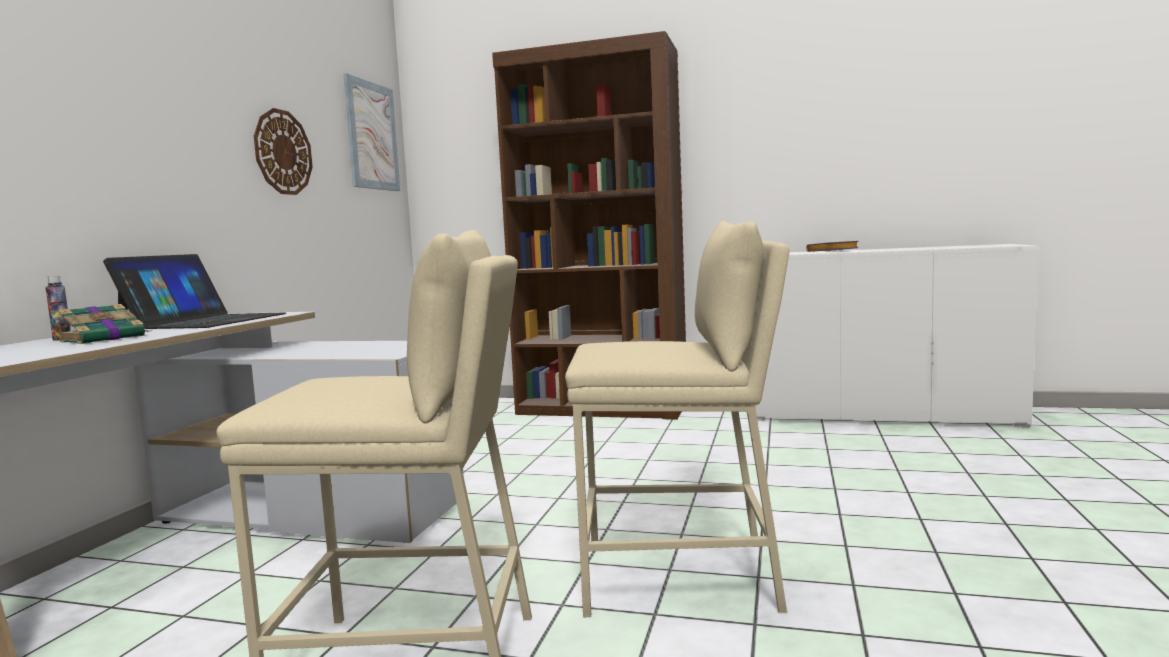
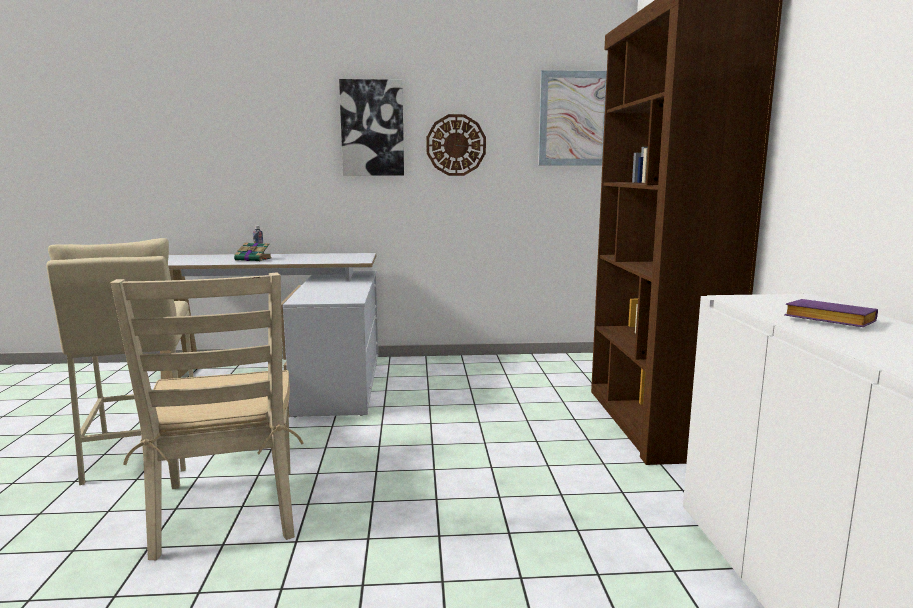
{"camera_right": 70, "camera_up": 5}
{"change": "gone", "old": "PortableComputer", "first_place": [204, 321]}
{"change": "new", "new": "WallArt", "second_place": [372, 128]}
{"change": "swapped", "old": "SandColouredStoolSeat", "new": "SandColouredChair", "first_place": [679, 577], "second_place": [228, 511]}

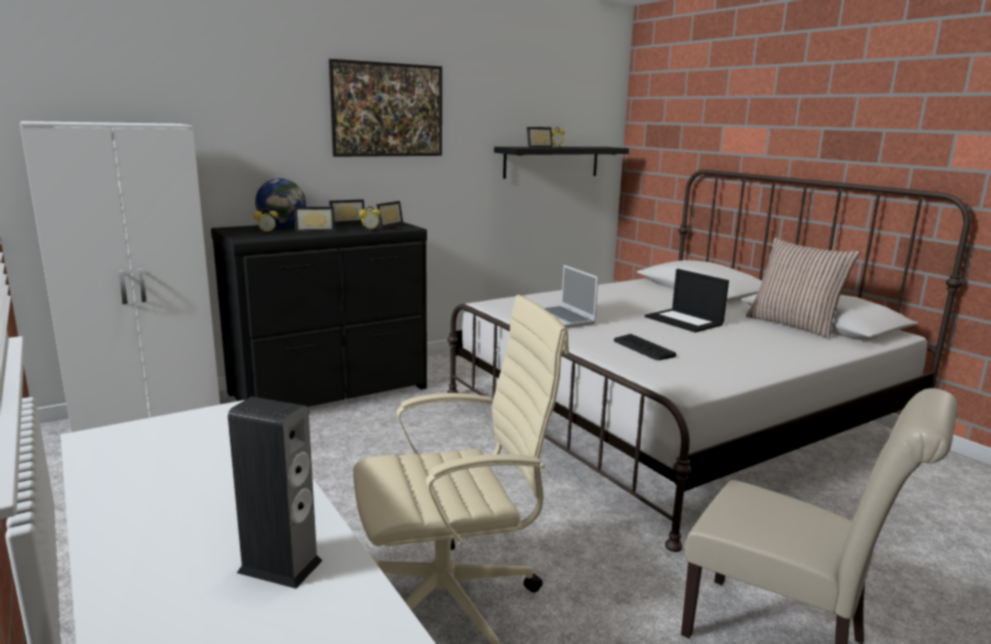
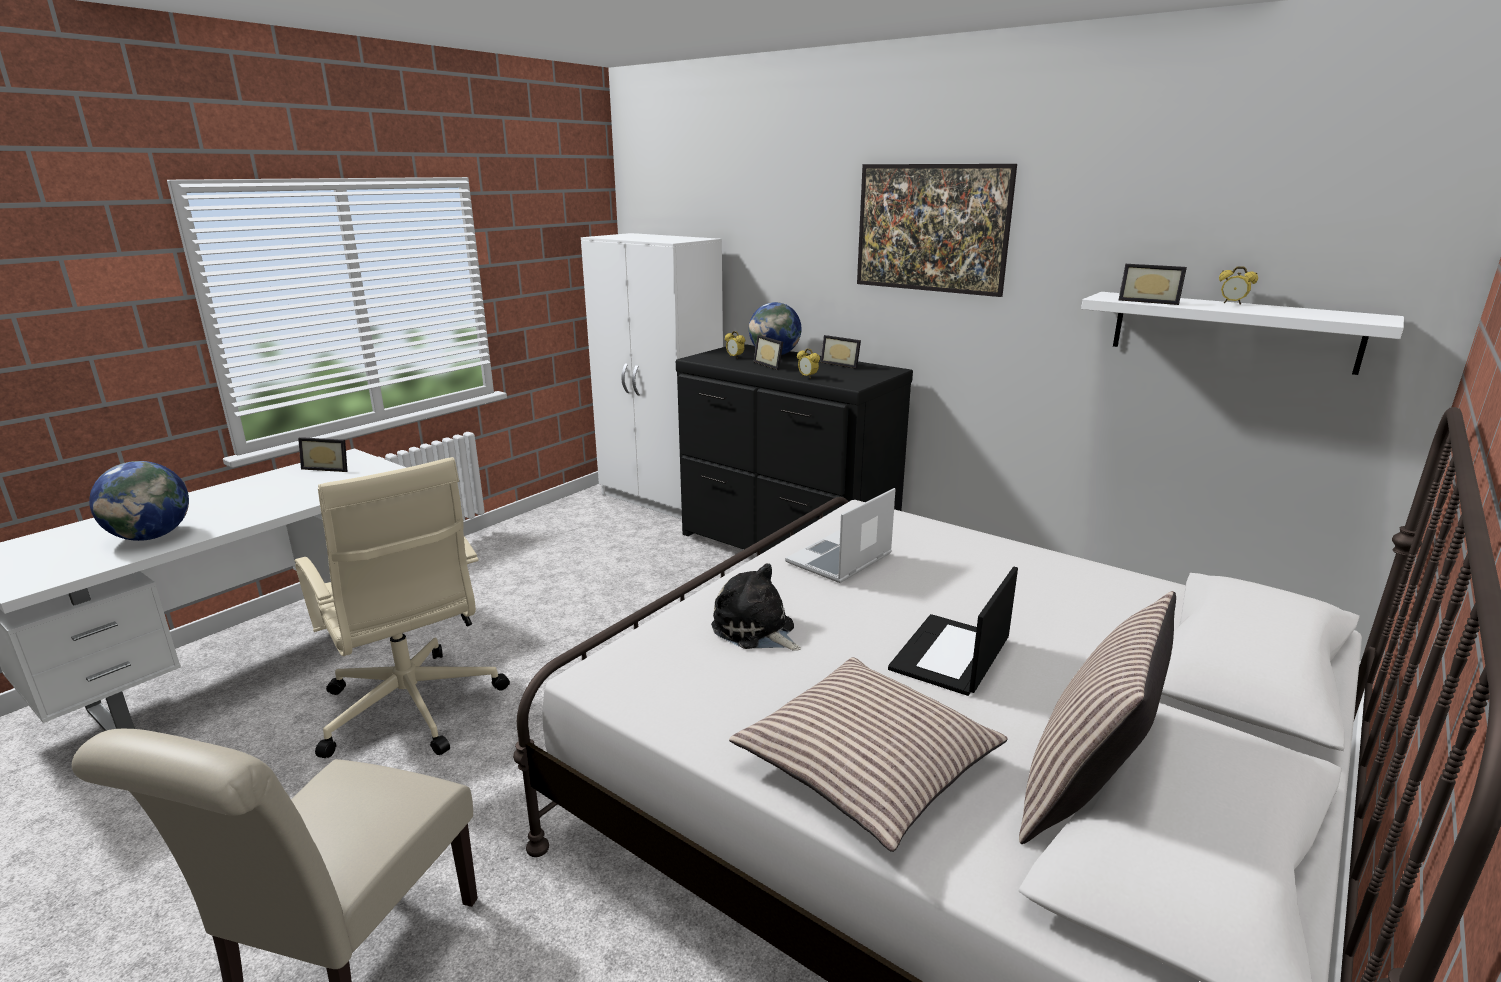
{"camera_right": 70, "camera_up": 5}
{"change": "new", "new": "Cushion", "second_place": [867, 765]}
{"change": "shifted", "old": "StandingFrame", "first_place": [387, 225], "second_place": [329, 468]}
{"change": "swapped", "old": "Loudspeaker", "new": "DeskGlobe", "first_place": [280, 566], "second_place": [151, 536]}
{"change": "swapped", "old": "PcKeyboard", "new": "CuddlyToy", "first_place": [643, 348], "second_place": [756, 630]}
{"change": "repainted", "old": "BlackShelf", "new": "WhitishShelf", "first_place": [551, 162], "second_place": [1232, 331]}

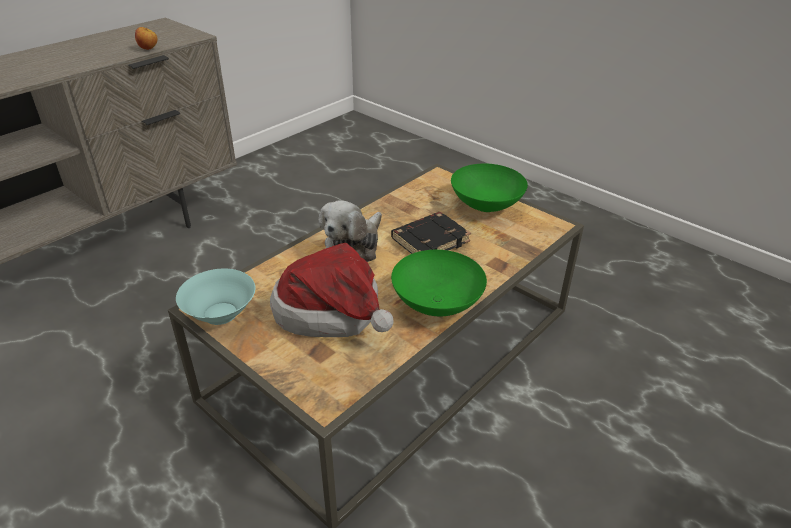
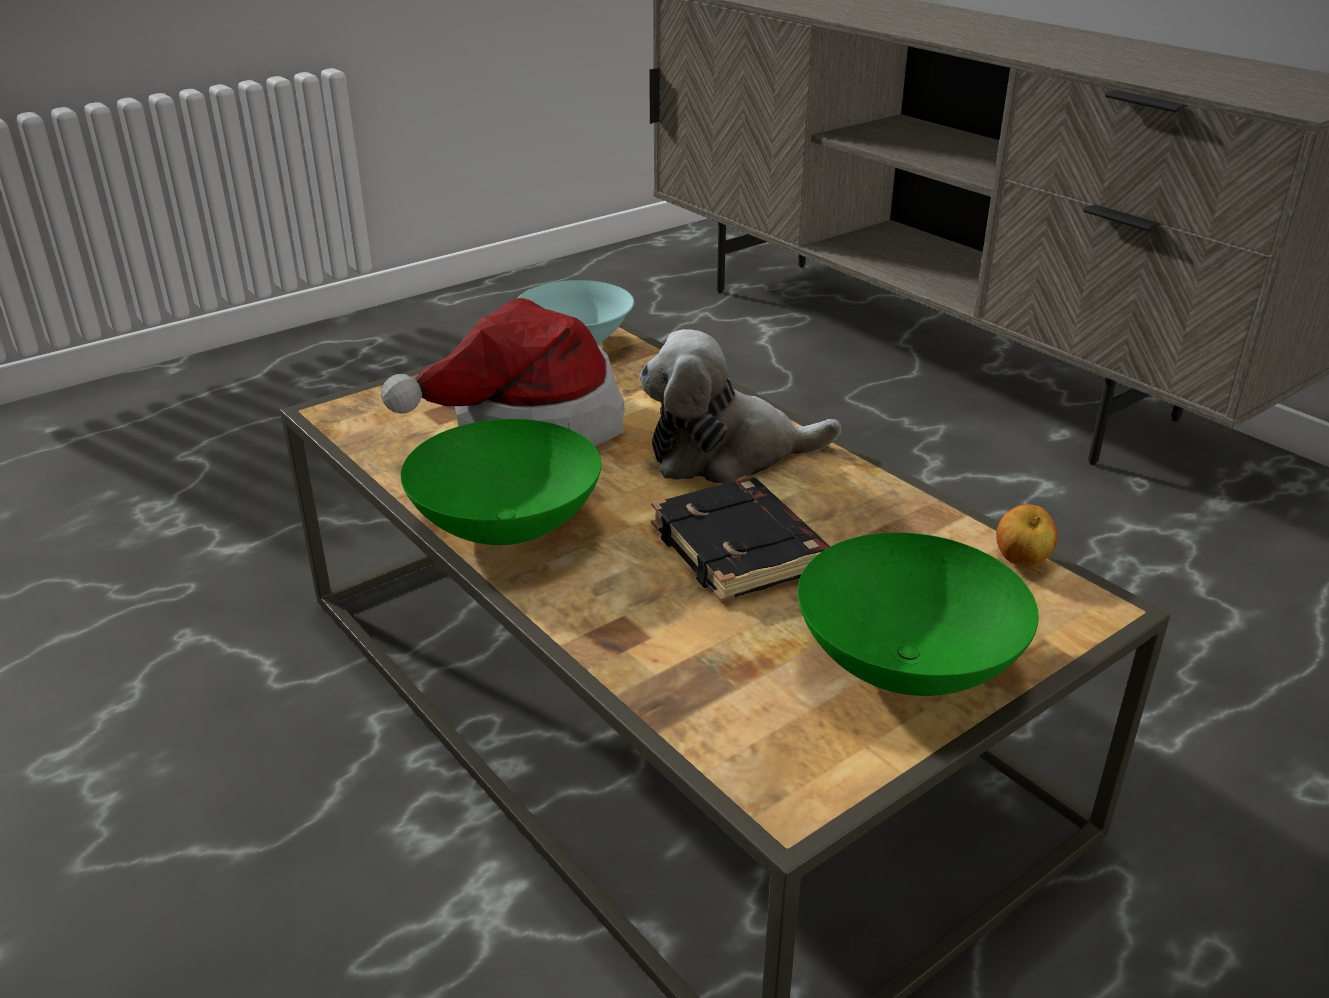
{"camera_right": 100, "camera_up": -5}
{"change": "shifted", "old": "WholeApple", "first_place": [148, 49], "second_place": [1021, 563]}
{"change": "rotated", "old": "CuddlyToy", "first_place": [353, 248], "second_place": [727, 454], "degrees": -45}

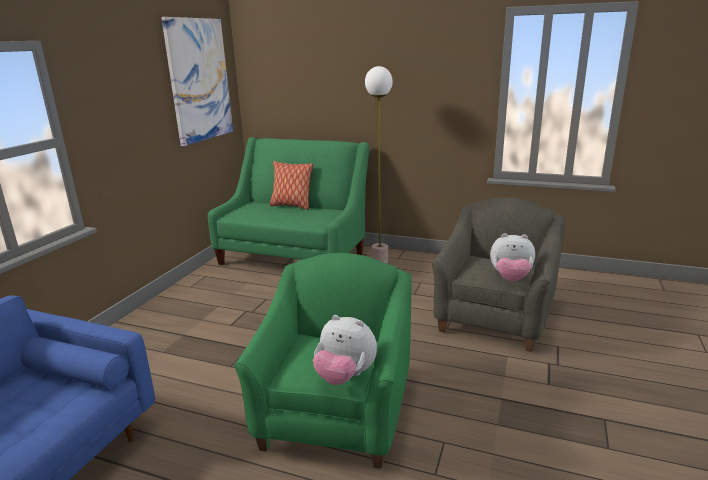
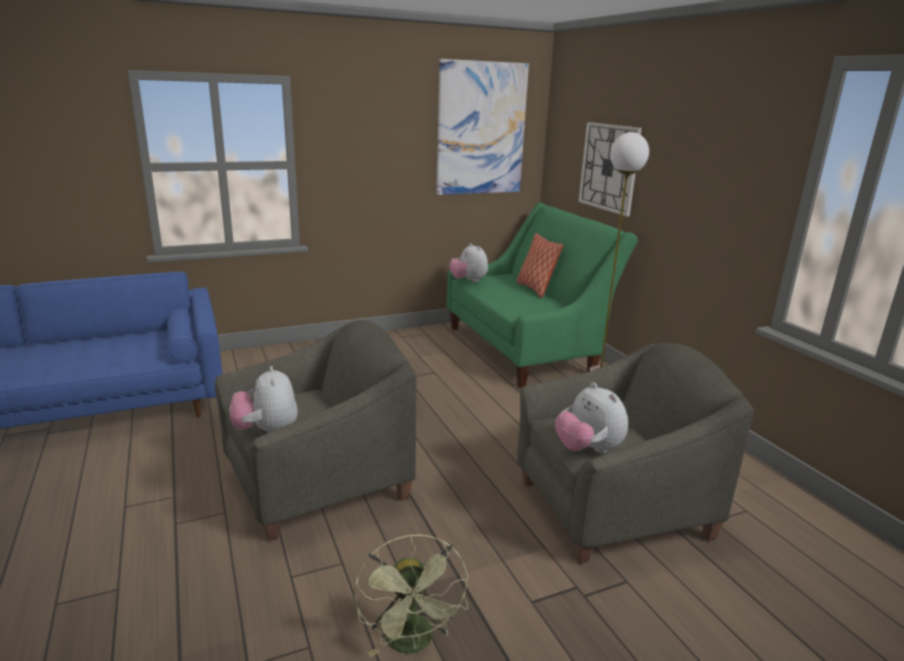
{"camera_right": 45, "camera_up": 0}
{"change": "new", "new": "GreenColouredFan", "second_place": [413, 643]}
{"change": "new", "new": "CuddlyToy", "second_place": [468, 281]}
{"change": "new", "new": "ClockOnTheWall", "second_place": [609, 167]}
{"change": "repainted", "old": "GreenColouredEasyChair", "new": "GrayEasyChair", "first_place": [336, 413], "second_place": [318, 484]}

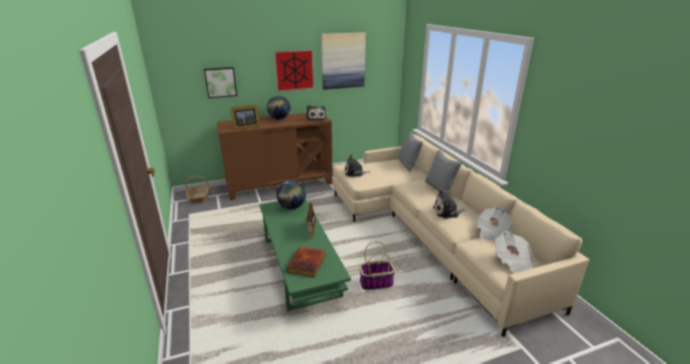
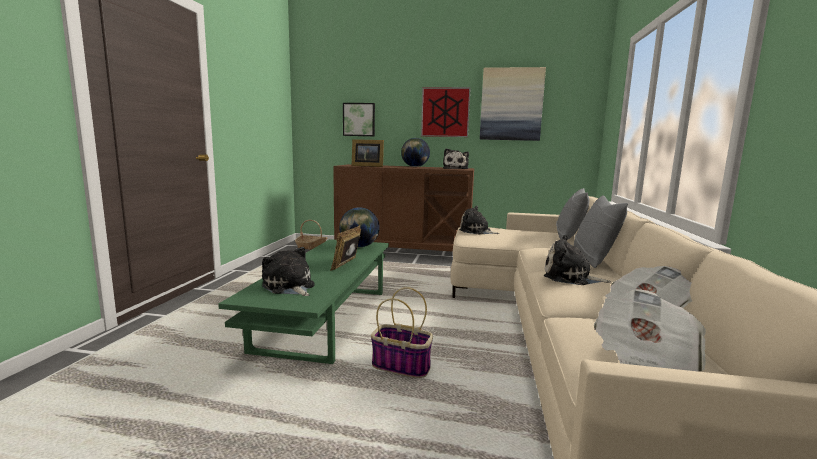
{"camera_right": 30, "camera_up": -15}
{"change": "swapped", "old": "Book", "new": "CuddlyToy", "first_place": [307, 263], "second_place": [289, 287]}

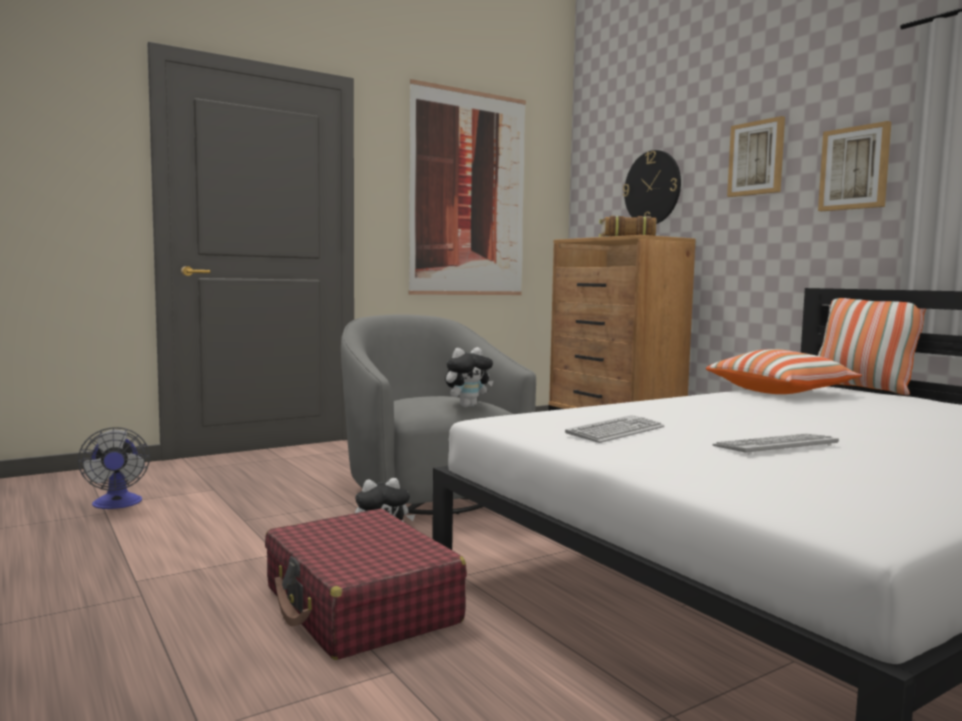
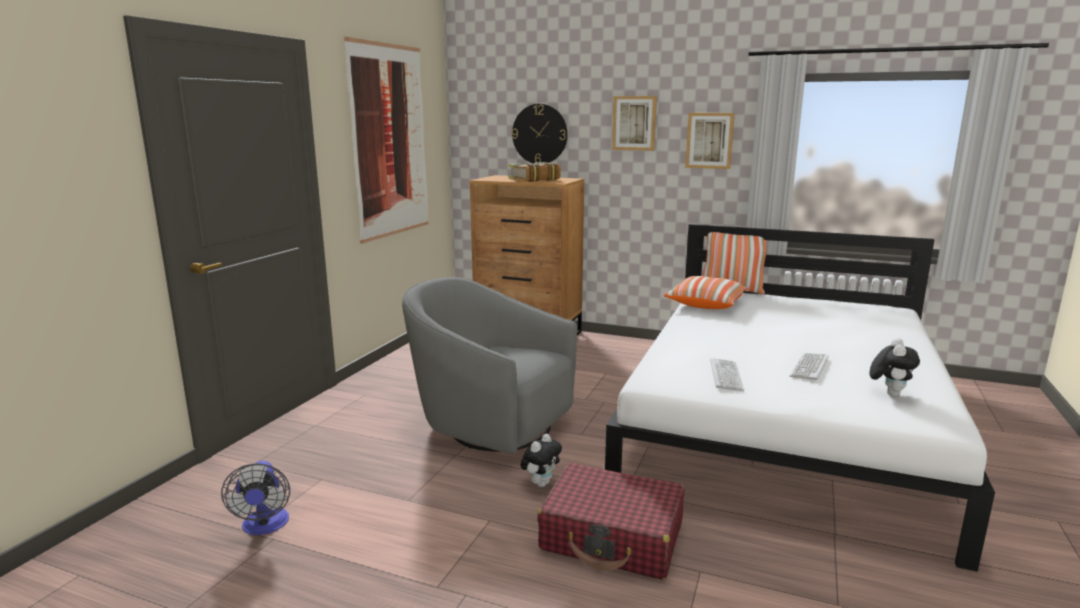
{"camera_right": -35, "camera_up": 10}
{"change": "shifted", "old": "CuddlyToy", "first_place": [467, 406], "second_place": [889, 393]}
{"change": "rotated", "old": "Fan", "first_place": [117, 504], "second_place": [265, 526], "degrees": 45}

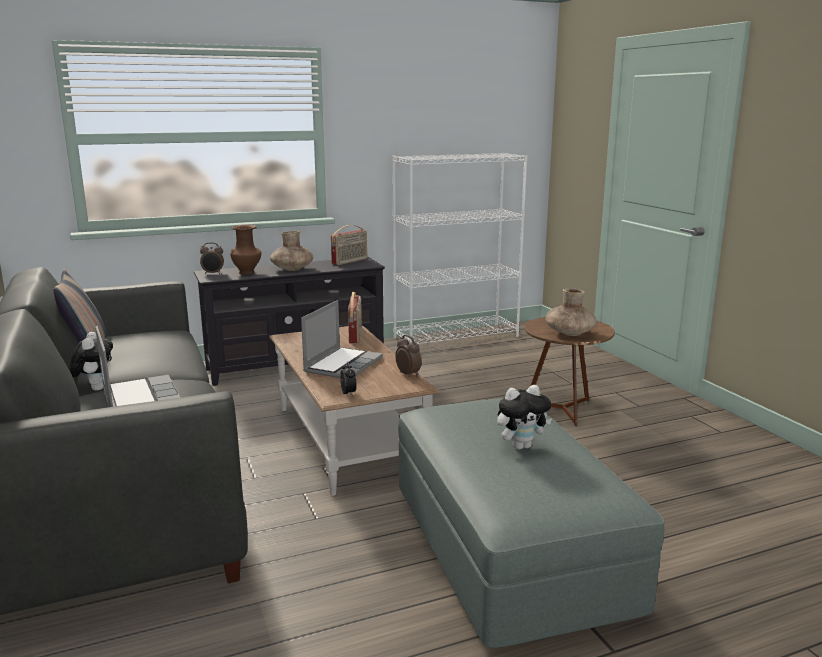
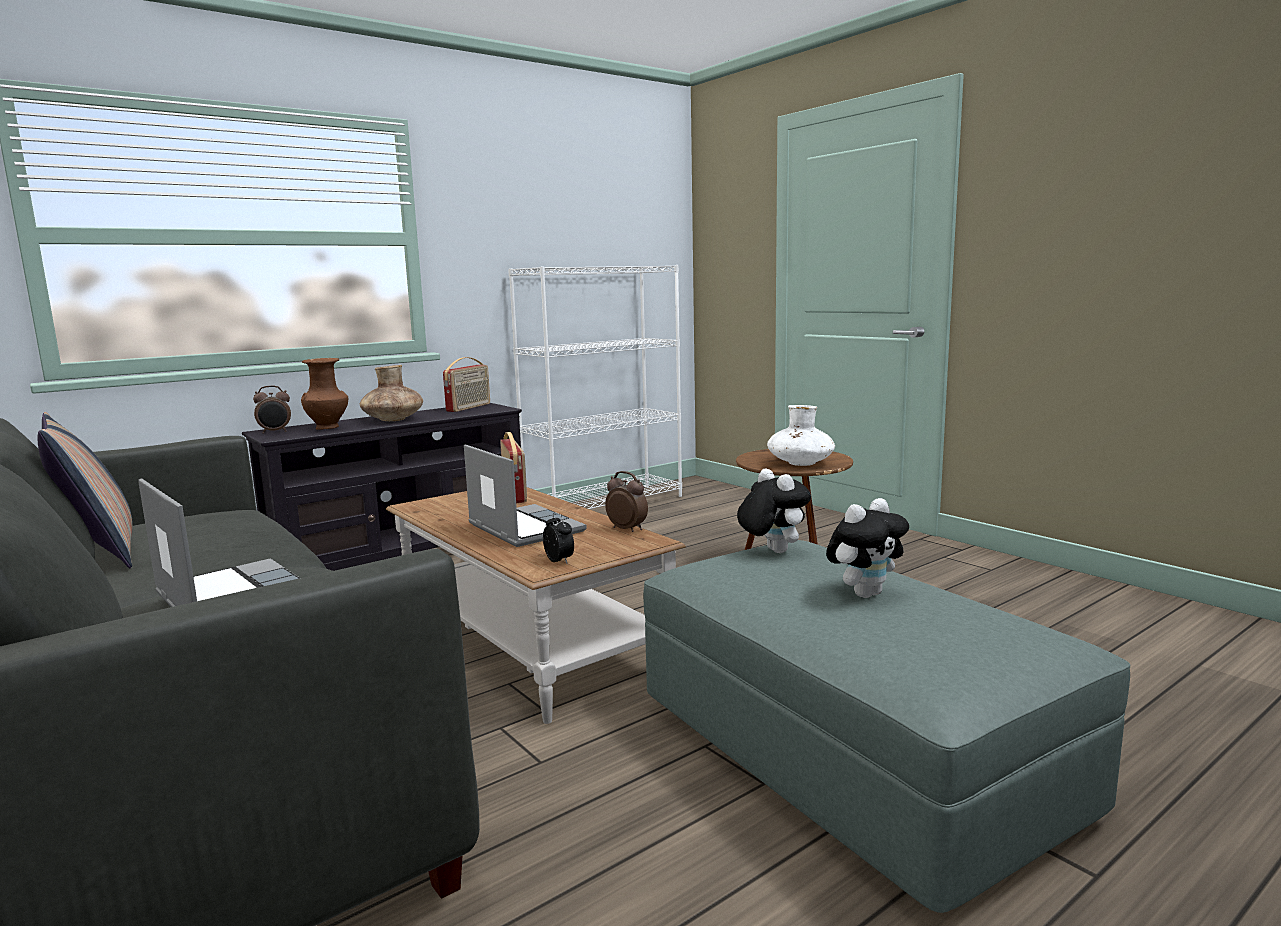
{"camera_right": -15, "camera_up": -5}
{"change": "shifted", "old": "CuddlyToy", "first_place": [96, 388], "second_place": [772, 551]}
{"change": "repainted", "old": "BrownFlowerVase", "new": "WhitishFlowerVase", "first_place": [569, 333], "second_place": [800, 463]}
{"change": "rotated", "old": "PortableComputer", "first_place": [343, 364], "second_place": [523, 528], "degrees": -45}

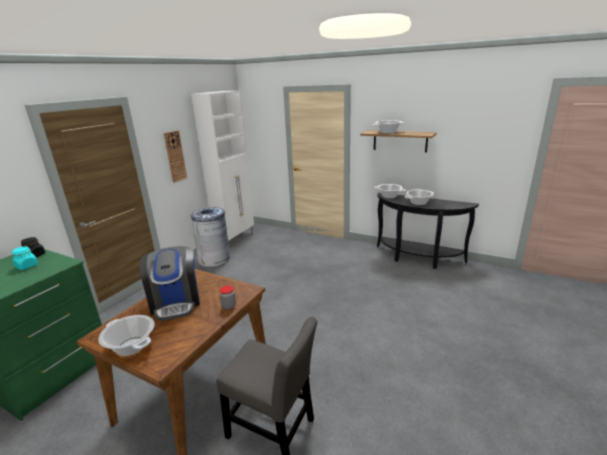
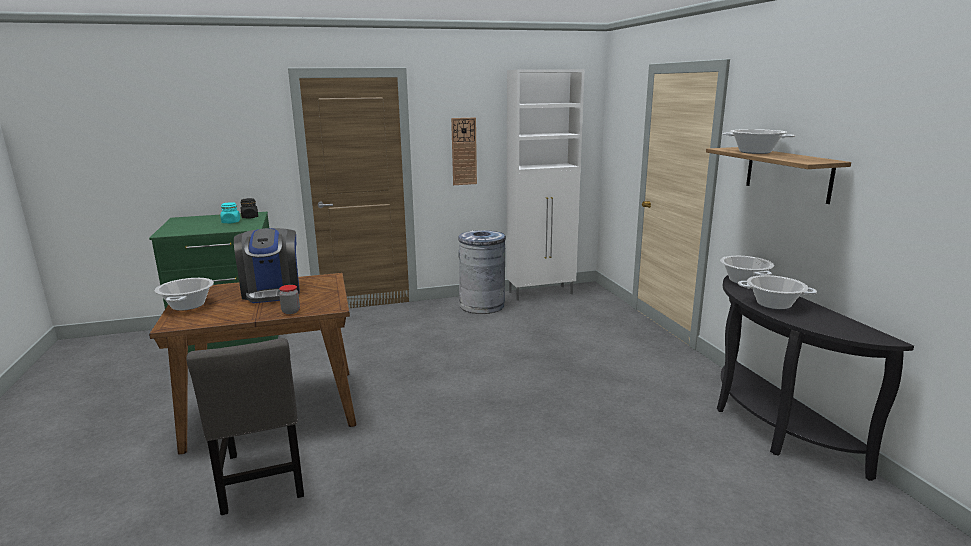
{"camera_right": 45, "camera_up": -5}
{"change": "rotated", "old": "CoffeeMachine", "first_place": [176, 302], "second_place": [272, 291], "degrees": -45}

